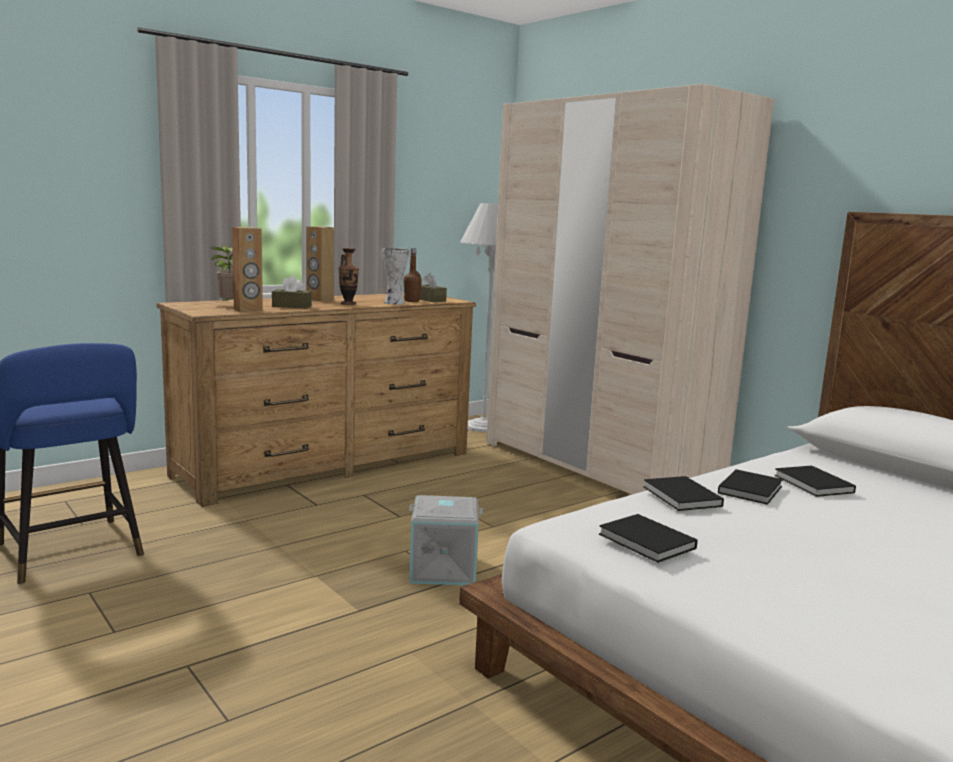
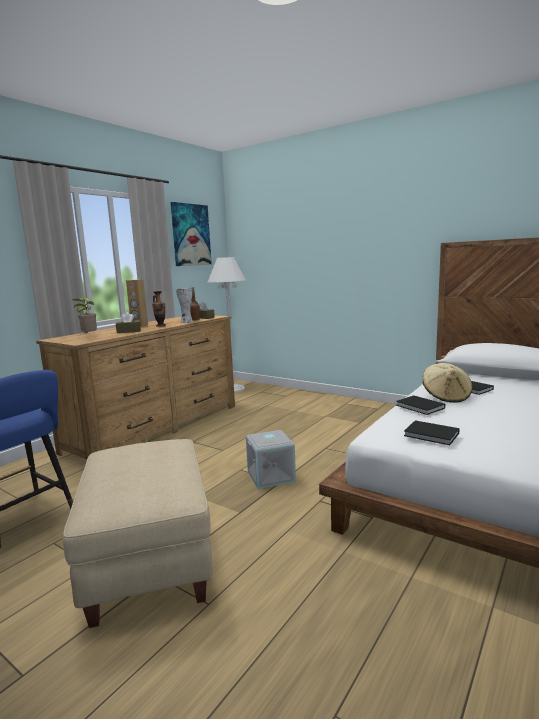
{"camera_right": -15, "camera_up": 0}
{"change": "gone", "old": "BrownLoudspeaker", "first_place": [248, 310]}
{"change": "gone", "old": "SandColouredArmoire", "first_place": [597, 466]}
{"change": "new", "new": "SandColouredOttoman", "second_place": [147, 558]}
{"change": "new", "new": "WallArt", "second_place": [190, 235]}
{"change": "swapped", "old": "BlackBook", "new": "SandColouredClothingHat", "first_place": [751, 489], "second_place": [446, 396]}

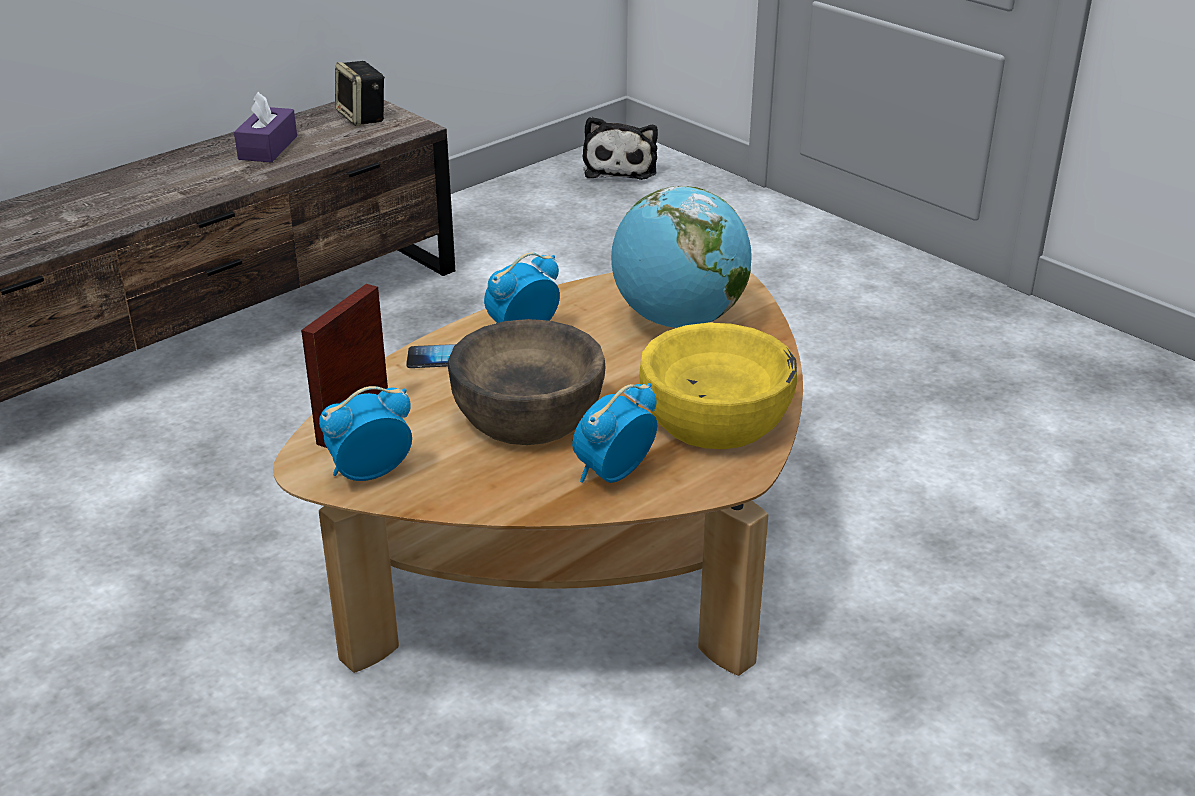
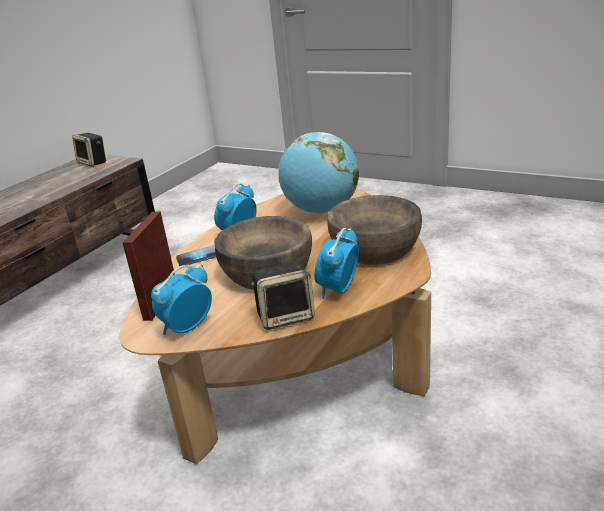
{"camera_right": -15, "camera_up": -5}
{"change": "gone", "old": "PurplishTissueHolder", "first_place": [268, 148]}
{"change": "gone", "old": "CuddlyToy", "first_place": [620, 167]}
{"change": "new", "new": "Loudspeaker", "second_place": [286, 316]}
{"change": "repainted", "old": "YellowBowl", "new": "BrownBowl", "first_place": [715, 417], "second_place": [375, 248]}

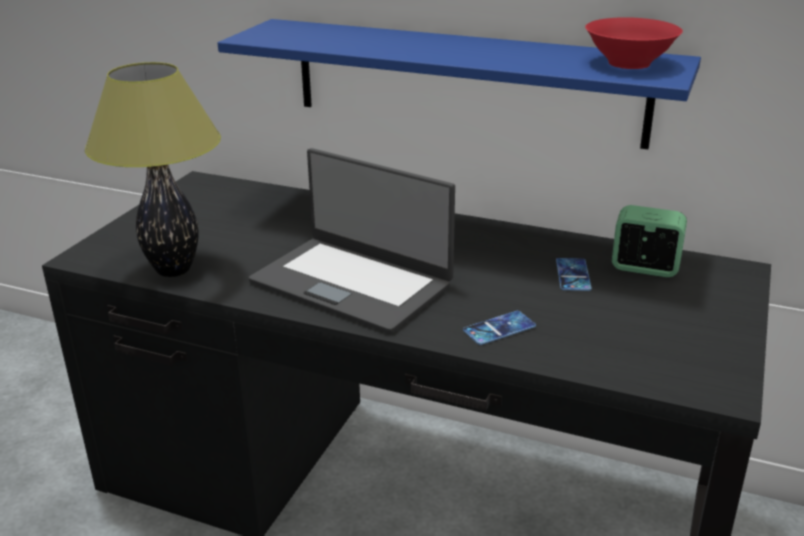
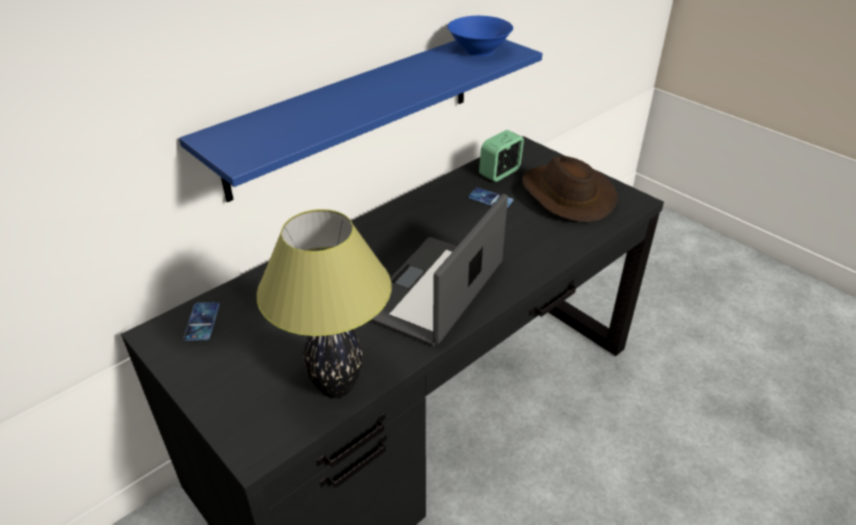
{"camera_right": -65, "camera_up": 10}
{"change": "new", "new": "BrownClothingHat", "second_place": [565, 195]}
{"change": "shifted", "old": "Telephone", "first_place": [499, 328], "second_place": [202, 321]}
{"change": "repainted", "old": "RedColouredBowl", "new": "BlueColouredBowl", "first_place": [628, 63], "second_place": [478, 50]}
{"change": "rotated", "old": "PortableComputer", "first_place": [352, 283], "second_place": [435, 291], "degrees": 150}

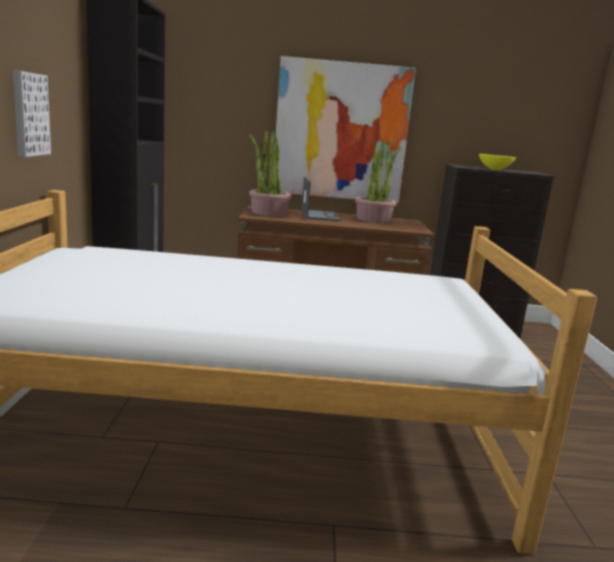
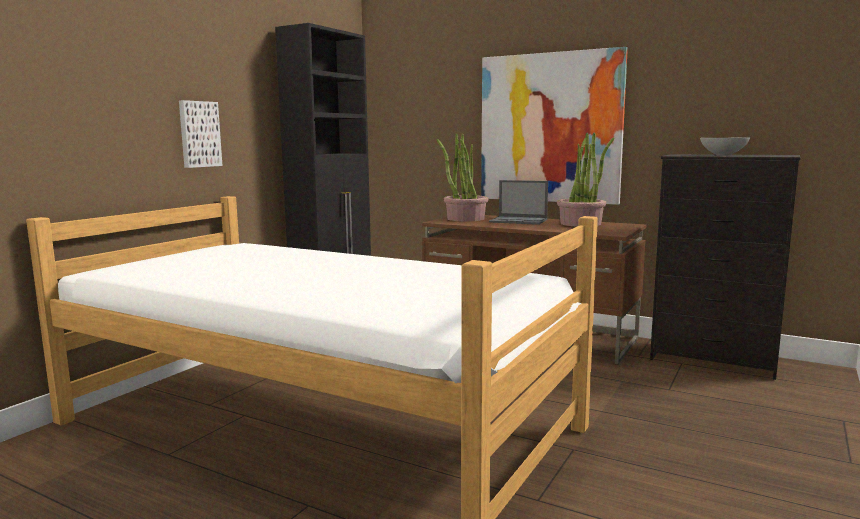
{"camera_right": 30, "camera_up": -5}
{"change": "repainted", "old": "YellowBowl", "new": "GrayBowl", "first_place": [495, 169], "second_place": [724, 155]}
{"change": "rotated", "old": "PortableComputer", "first_place": [319, 215], "second_place": [519, 221], "degrees": 90}

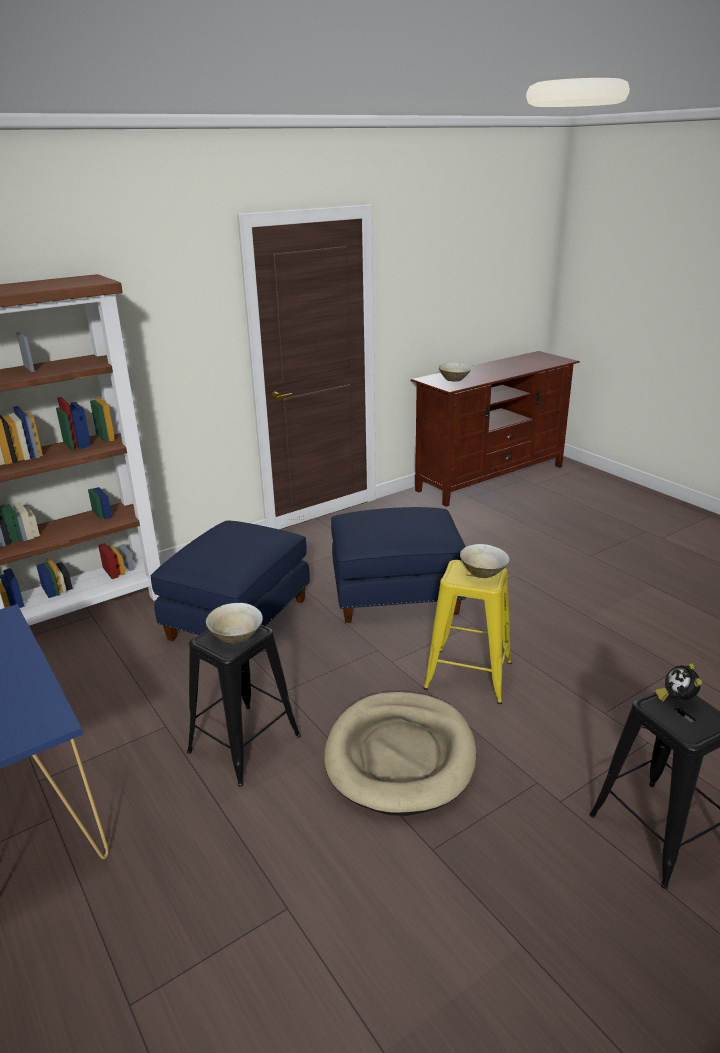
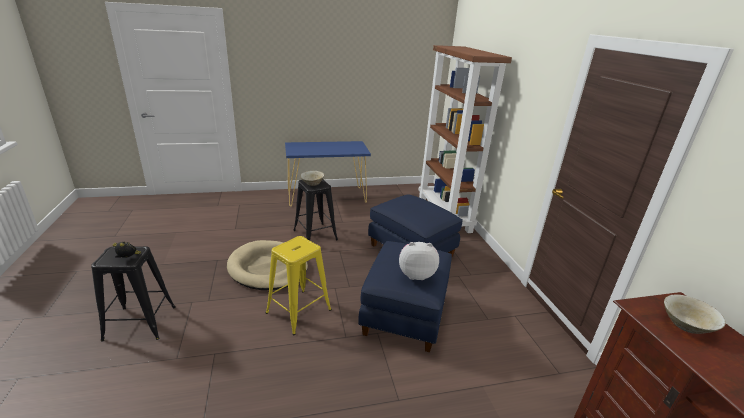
{"camera_right": 110, "camera_up": 0}
{"change": "gone", "old": "SandColouredBowl", "first_place": [483, 573]}
{"change": "new", "new": "CuddlyToy", "second_place": [416, 274]}

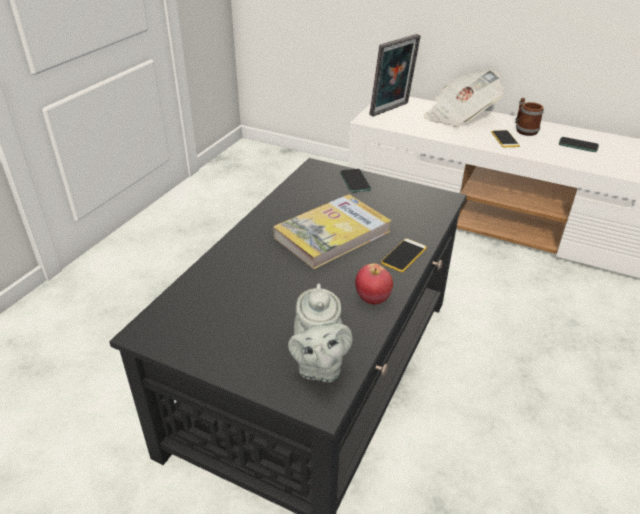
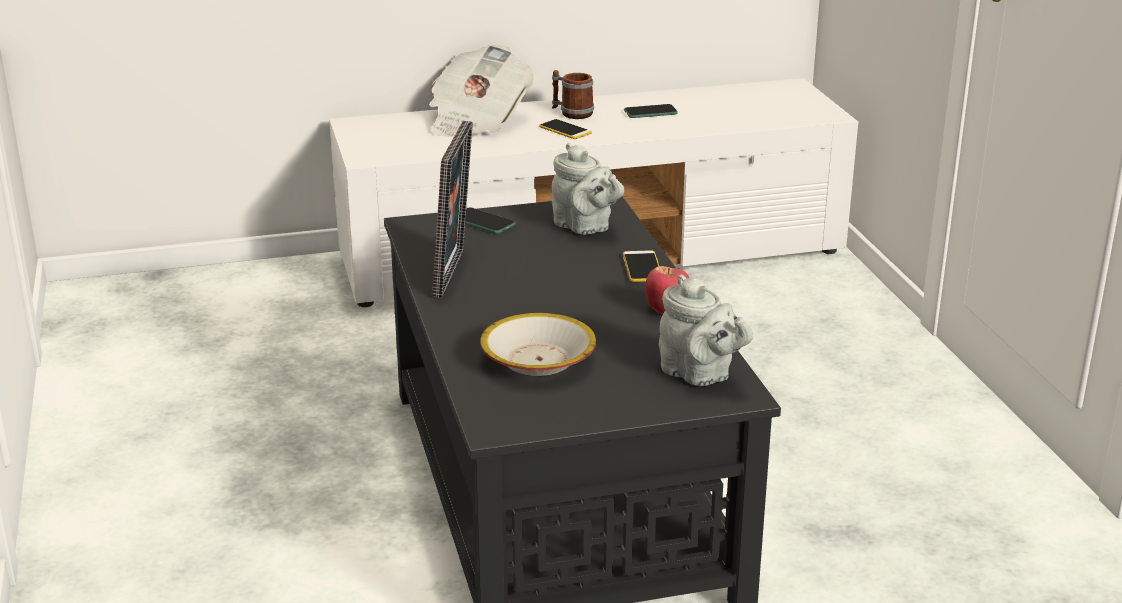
{"camera_right": -40, "camera_up": -10}
{"change": "gone", "old": "Book", "first_place": [332, 234]}
{"change": "new", "new": "Bowl", "second_place": [539, 361]}
{"change": "new", "new": "GrayTeapot", "second_place": [585, 227]}
{"change": "shifted", "old": "StandingFrame", "first_place": [391, 110], "second_place": [455, 274]}

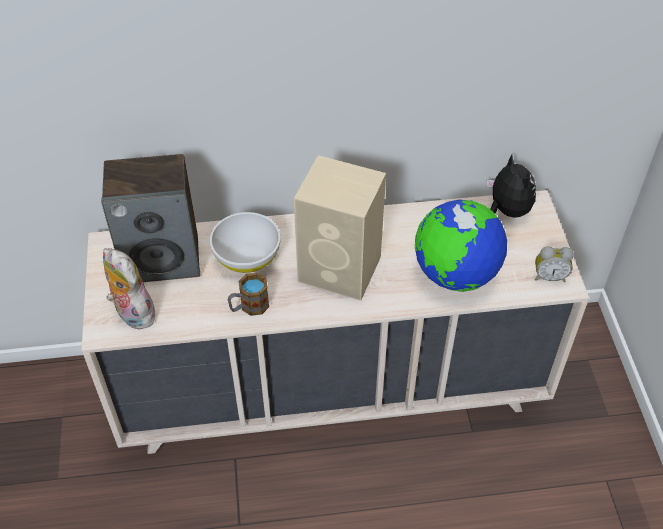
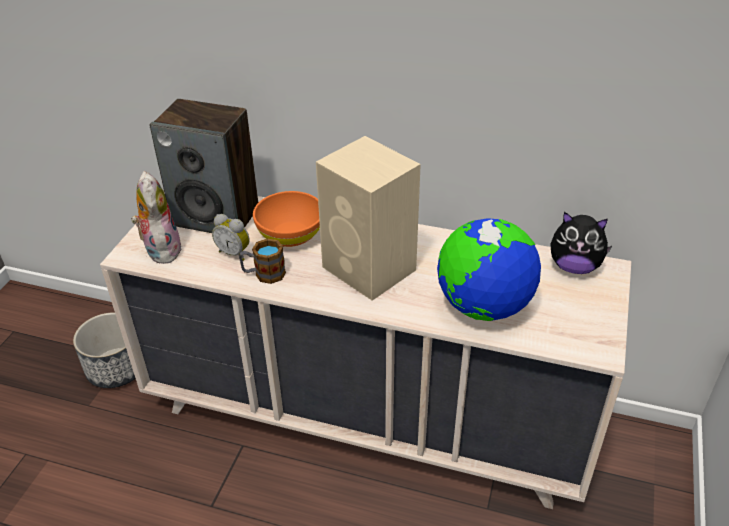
{"camera_right": 25, "camera_up": -10}
{"change": "new", "new": "FlowerPot", "second_place": [116, 369]}
{"change": "shifted", "old": "AlarmClock", "first_place": [549, 276], "second_place": [234, 253]}
{"change": "repainted", "old": "WhitishBowl", "new": "OrangeColouredBowl", "first_place": [247, 257], "second_place": [290, 235]}
{"change": "rotated", "old": "CuddlyToy", "first_place": [507, 210], "second_place": [574, 267], "degrees": 105}

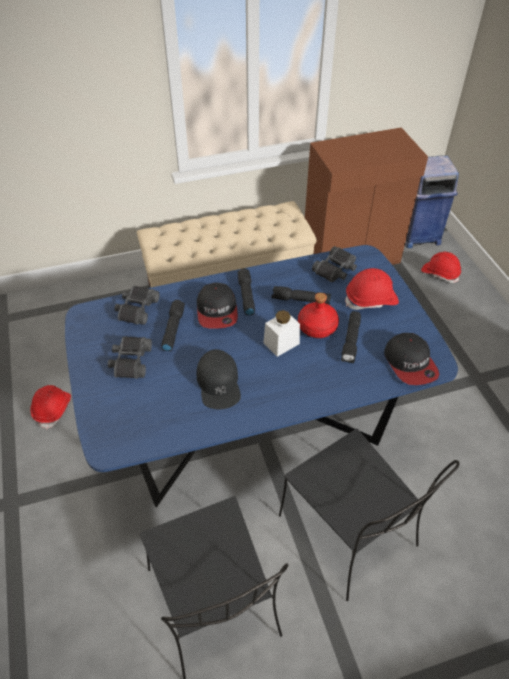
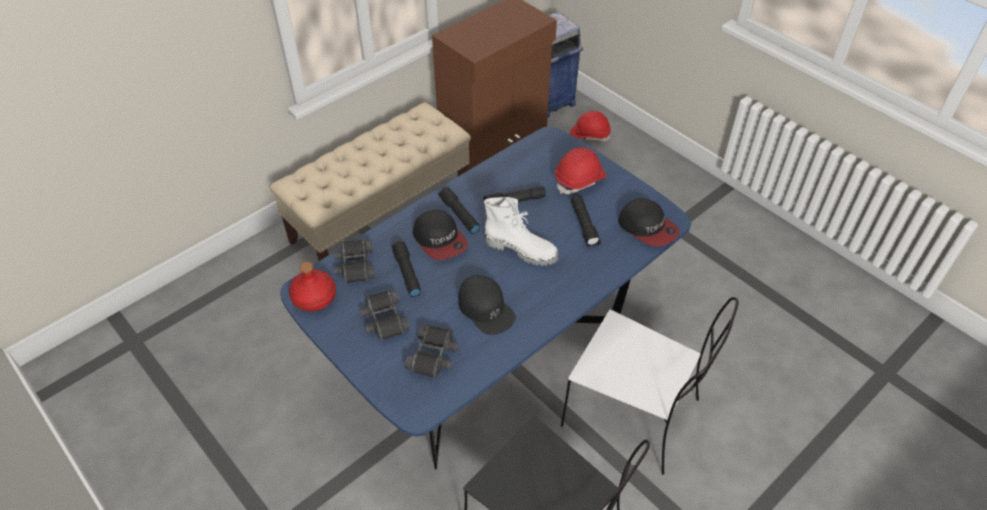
{"camera_right": -25, "camera_up": 0}
{"change": "gone", "old": "RedColouredWorkHelmet", "first_place": [53, 409]}
{"change": "shifted", "old": "RedColouredDrinkBottle", "first_place": [317, 327], "second_place": [314, 297]}
{"change": "shifted", "old": "BlackPairOfBinoculars", "first_place": [335, 269], "second_place": [433, 355]}
{"change": "swapped", "old": "WhitishStorageJar", "new": "WhitishHighTopBoot", "first_place": [281, 343], "second_place": [521, 249]}
{"change": "repainted", "old": "BlackChair", "new": "WhitishChair", "first_place": [350, 533], "second_place": [634, 414]}

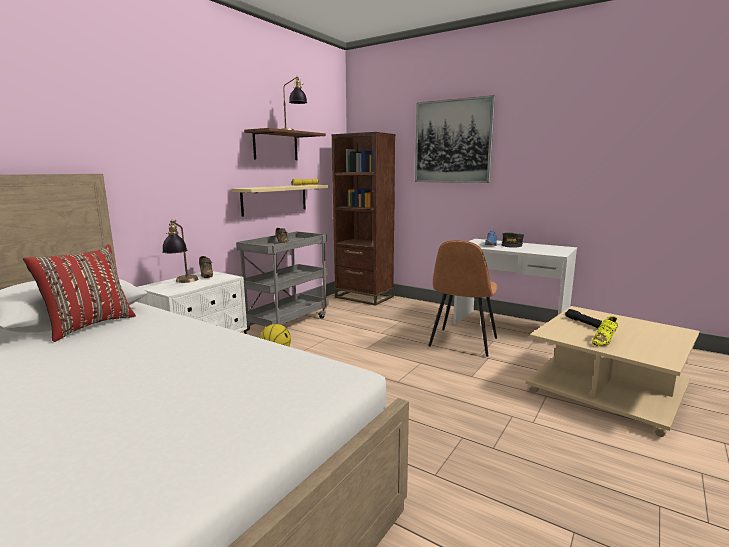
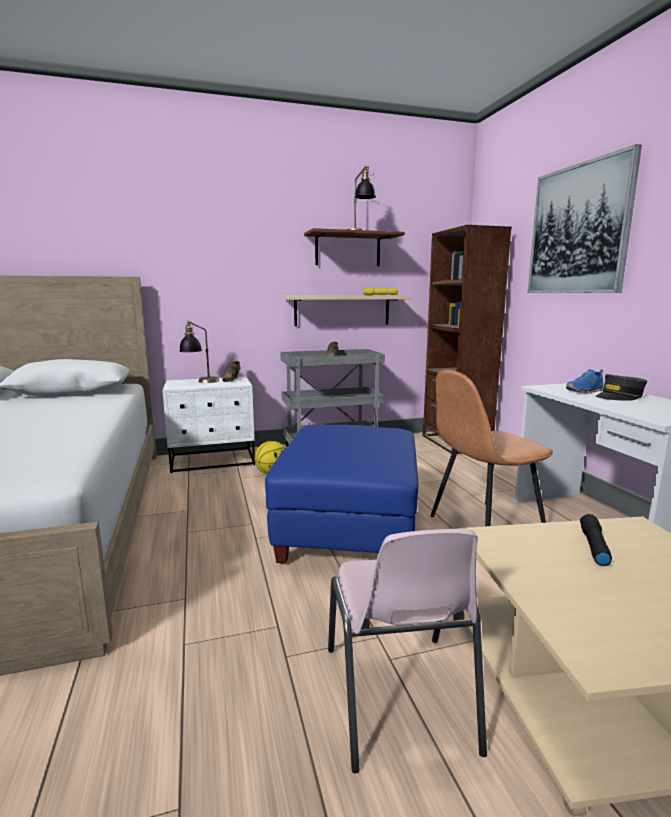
{"camera_right": 40, "camera_up": 0}
{"change": "gone", "old": "RedColouredCushion", "first_place": [88, 326]}
{"change": "gone", "old": "YellowShoe", "first_place": [604, 341]}
{"change": "new", "new": "BlueColouredOttoman", "second_place": [348, 530]}
{"change": "new", "new": "PinkishChair", "second_place": [399, 699]}

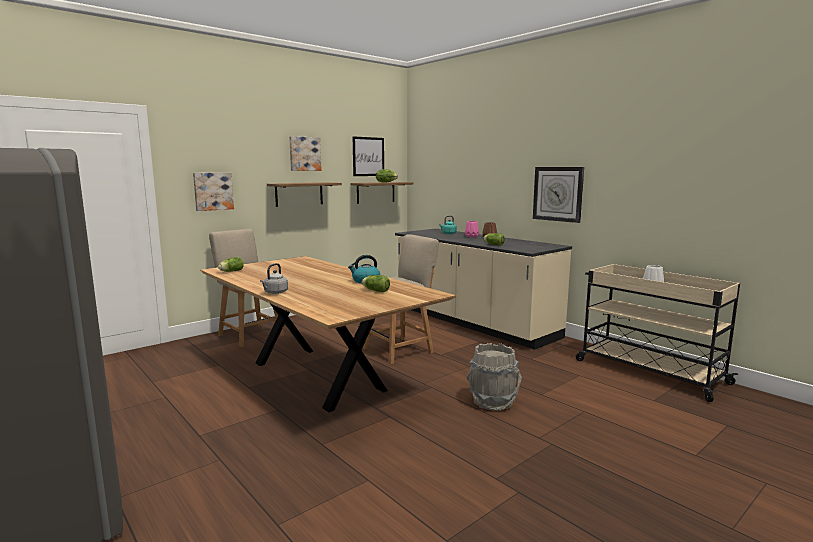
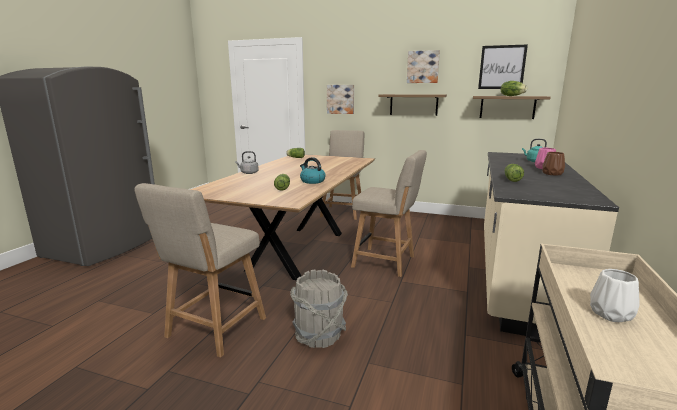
{"camera_right": 60, "camera_up": 5}
{"change": "gone", "old": "ClockOnTheWall", "first_place": [558, 194]}
{"change": "new", "new": "SandColouredChair", "second_place": [213, 330]}

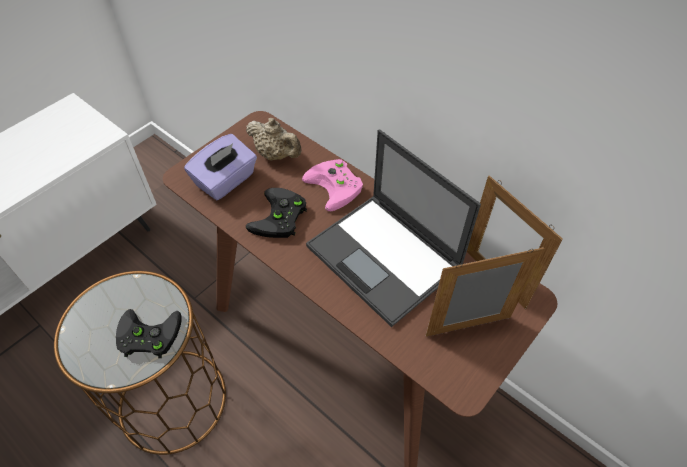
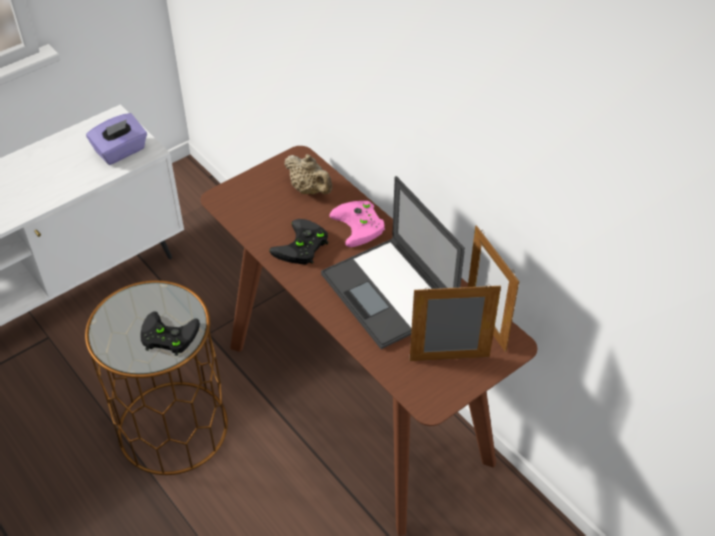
{"camera_right": 10, "camera_up": -5}
{"change": "shifted", "old": "PurplishTissueHolder", "first_place": [226, 181], "second_place": [121, 151]}

